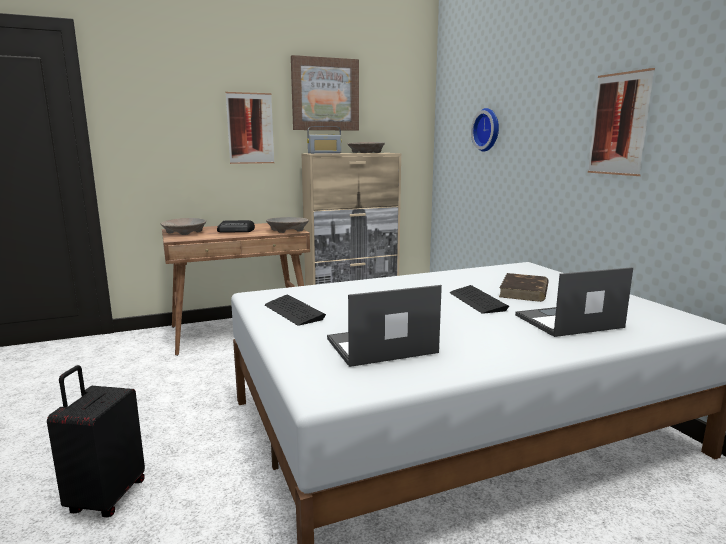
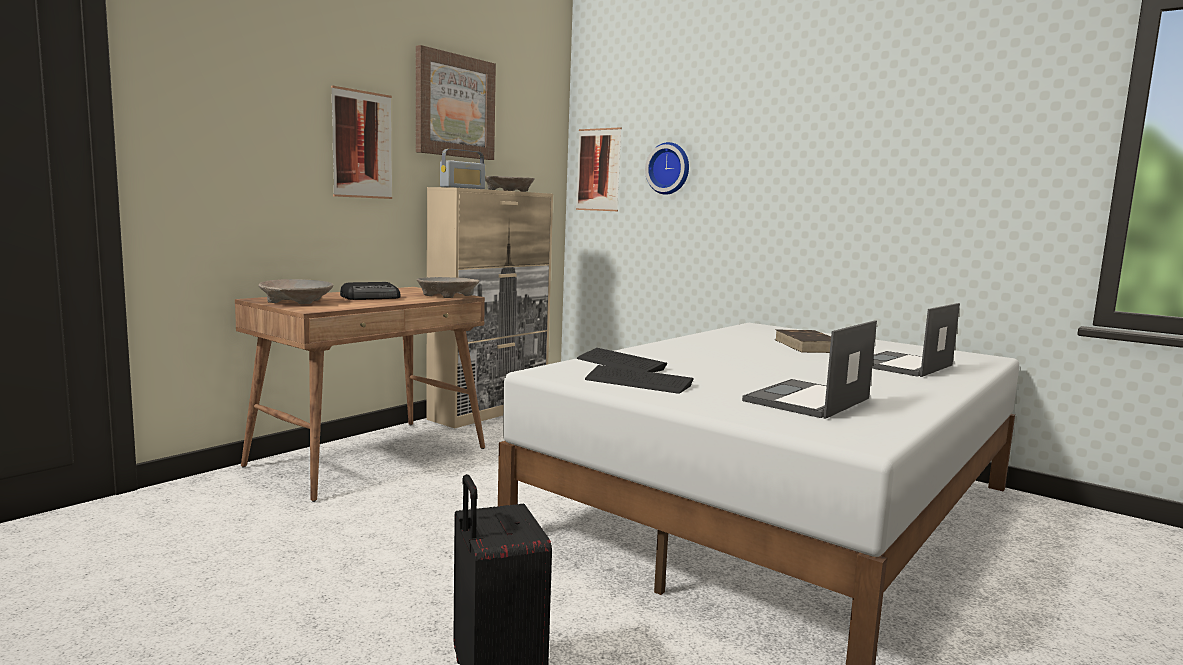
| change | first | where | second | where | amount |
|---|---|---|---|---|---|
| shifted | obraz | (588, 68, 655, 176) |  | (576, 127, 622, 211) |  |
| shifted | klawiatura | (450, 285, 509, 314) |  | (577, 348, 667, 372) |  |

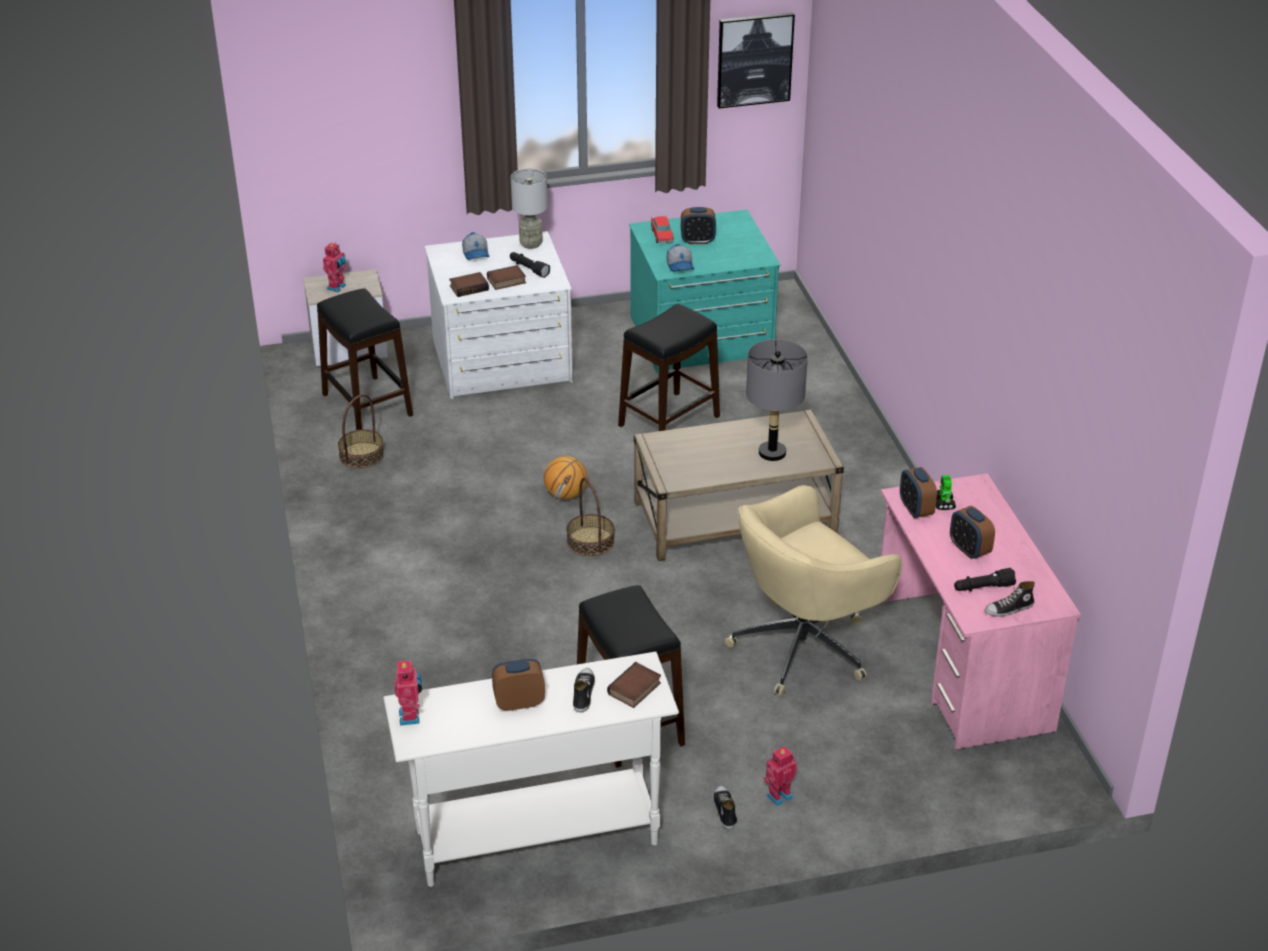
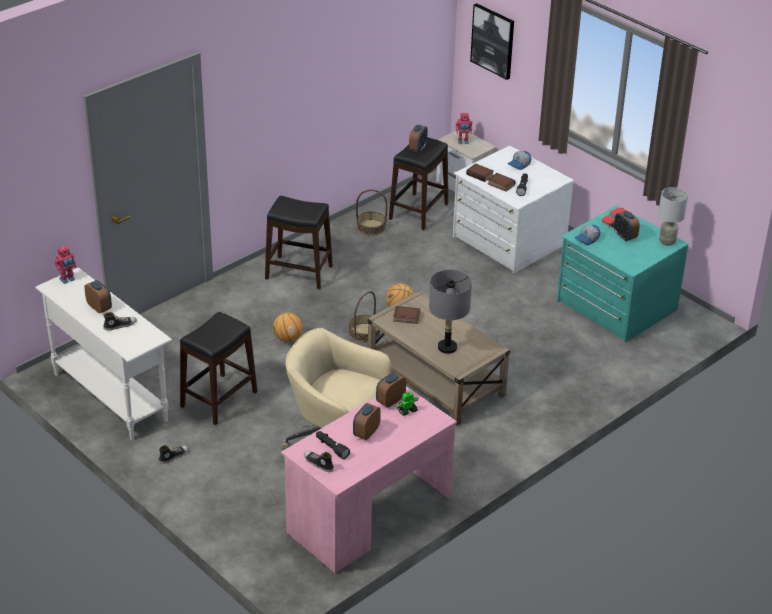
| change | first | where | second | where | amount |
|---|---|---|---|---|---|
| shifted | obraz | (717, 12, 795, 108) |  | (470, 3, 514, 80) |  |
| shifted | lampa stołowa (szary) | (511, 168, 548, 249) |  | (658, 187, 688, 246) |  |
| shifted | stołek (czarny) | (618, 304, 720, 431) |  | (265, 196, 333, 289) |  |
| shifted | książka | (607, 662, 661, 708) |  | (393, 306, 420, 324) |  |
| gone | robot zabawkowy | (763, 746, 798, 806) |  |  |  |
| new |  |  | budzik | (409, 125, 428, 153) |  |
| new |  |  | piłka do koszykówki | (273, 312, 303, 342) |  |

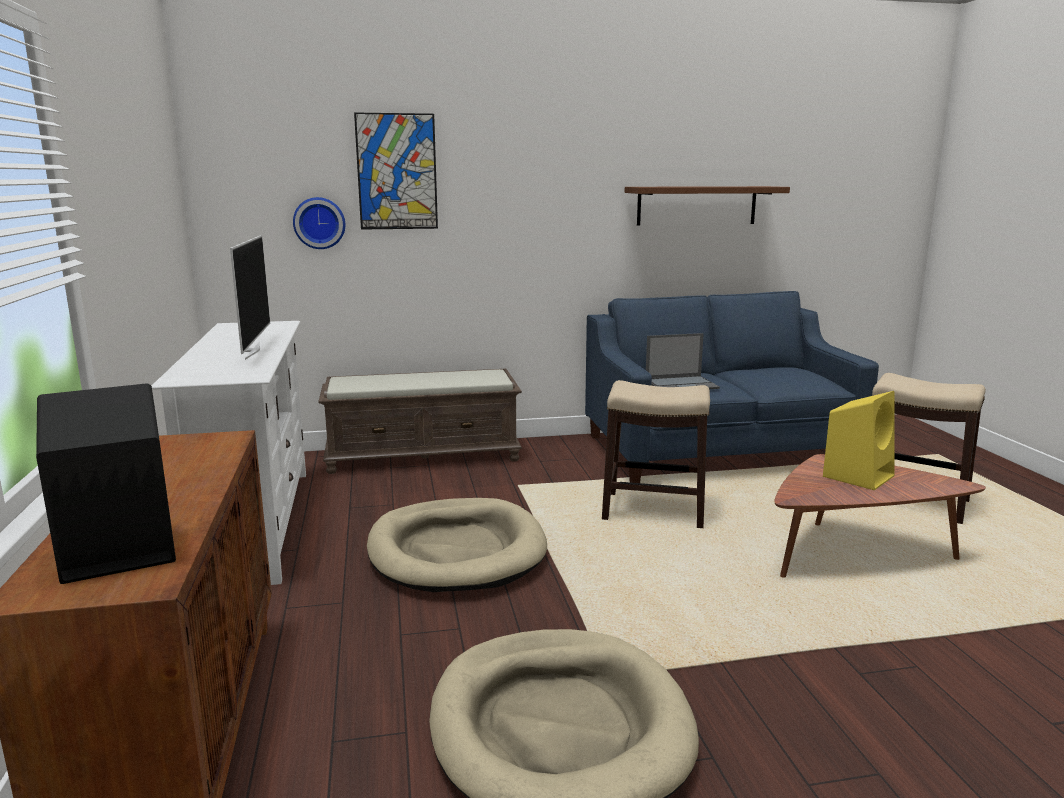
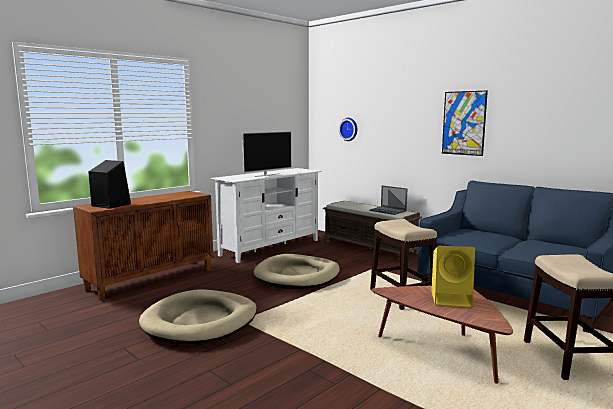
| change | first | where | second | where | amount |
|---|---|---|---|---|---|
| shifted | obraz | (354, 112, 438, 230) |  | (442, 91, 488, 156) |  |
| gone | półka (brązowy) | (625, 186, 790, 226) |  |  |  |
| shifted | laptop | (646, 333, 720, 389) |  | (369, 185, 408, 215) |  |

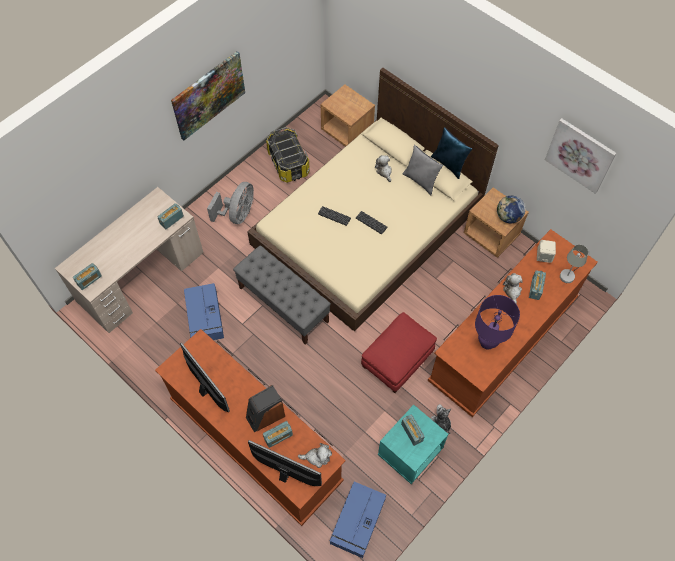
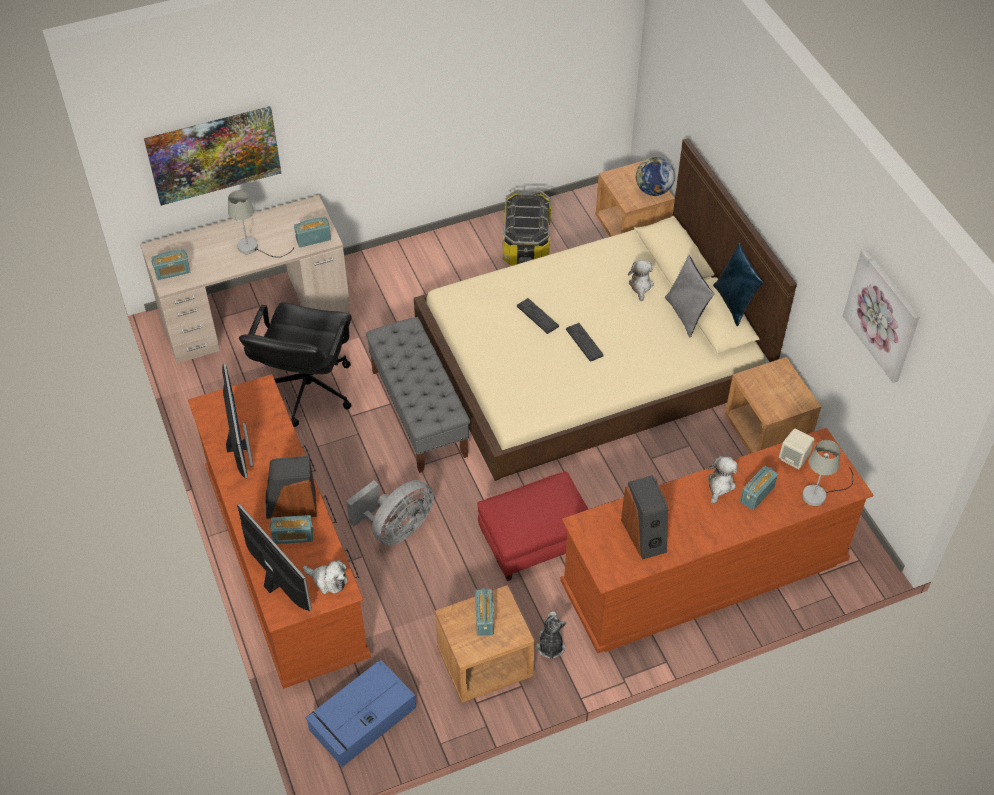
| change | first | where | second | where | amount |
|---|---|---|---|---|---|
| shifted | obraz | (171, 51, 245, 141) |  | (144, 106, 281, 205) |  |
| shifted | wentylator (szary) | (207, 182, 254, 224) |  | (346, 480, 434, 545) |  |
| shifted | globus | (497, 196, 526, 223) |  | (636, 157, 675, 196) |  |
| swapped | pojemnik do przechowywania (niebieski) | (184, 283, 224, 340) | krzesło biurowe (czarny) | (239, 302, 351, 427) |  |
| swapped | lampa stołowa (fioletowy) | (475, 295, 520, 350) | głośnik | (621, 475, 668, 560) |  |
| repainted | szafka nocna (turkusowy) | (378, 405, 448, 484) | szafka nocna (brązowy) | (435, 585, 535, 703) |  |
| new |  |  | lampa stołowa (szary) | (228, 190, 294, 258) |  |

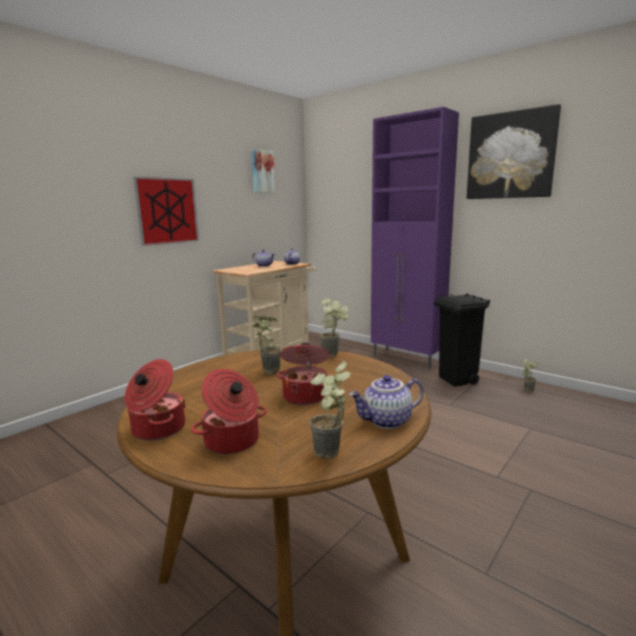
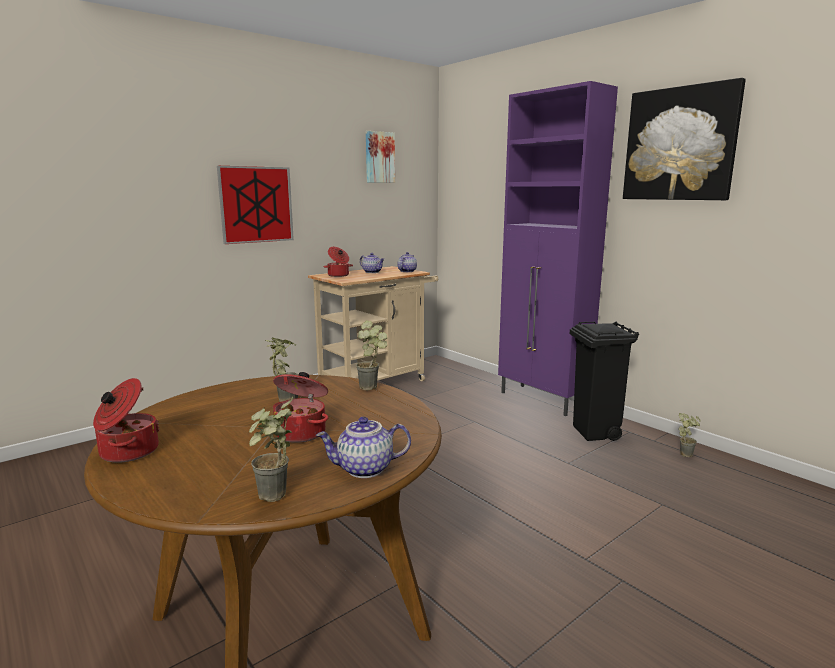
| change | first | where | second | where | amount |
|---|---|---|---|---|---|
| shifted | garnek | (191, 369, 267, 454) |  | (323, 247, 353, 277) |  |

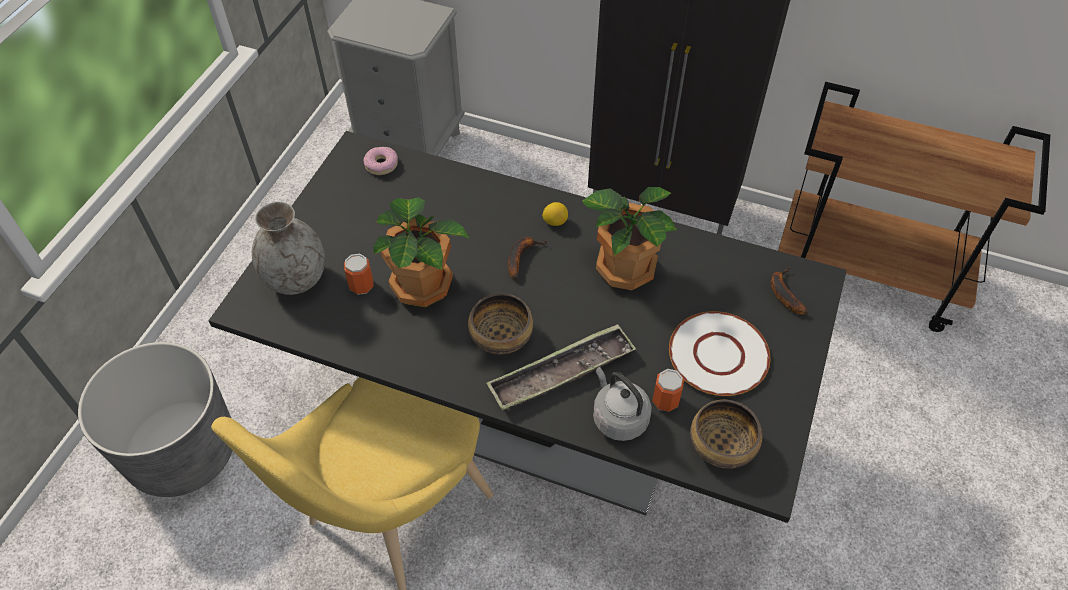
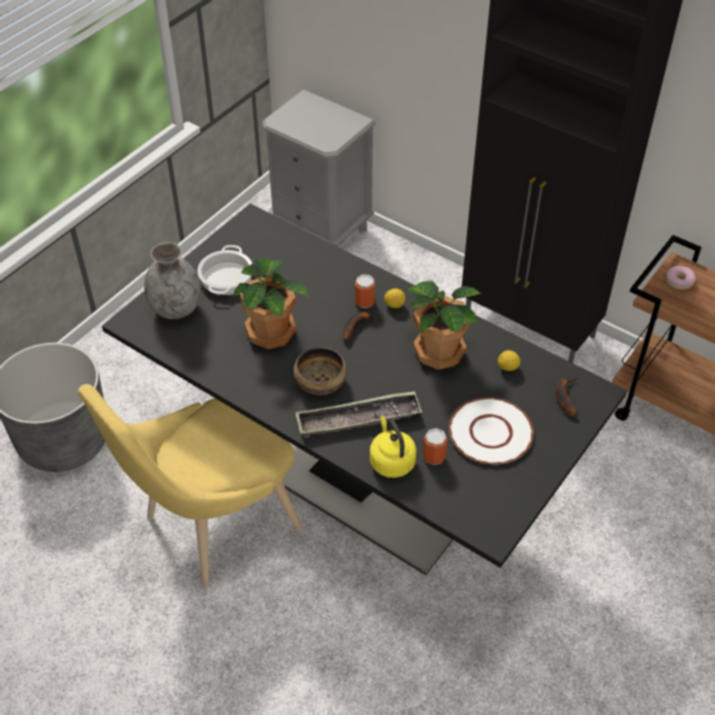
| change | first | where | second | where | amount |
|---|---|---|---|---|---|
| shifted | donut | (364, 147, 398, 175) |  | (666, 266, 696, 290) |  |
| shifted | puszka | (344, 254, 374, 295) |  | (355, 274, 375, 308) |  |
| repainted | czajnik (szary) | (593, 367, 652, 441) | czajnik (żółty) | (370, 416, 416, 478) |  |
| gone | miska | (690, 400, 762, 469) |  |  |  |
| new |  |  | garnek | (198, 245, 252, 295) |  |
| new |  |  | cytryna | (498, 350, 520, 371) |  |

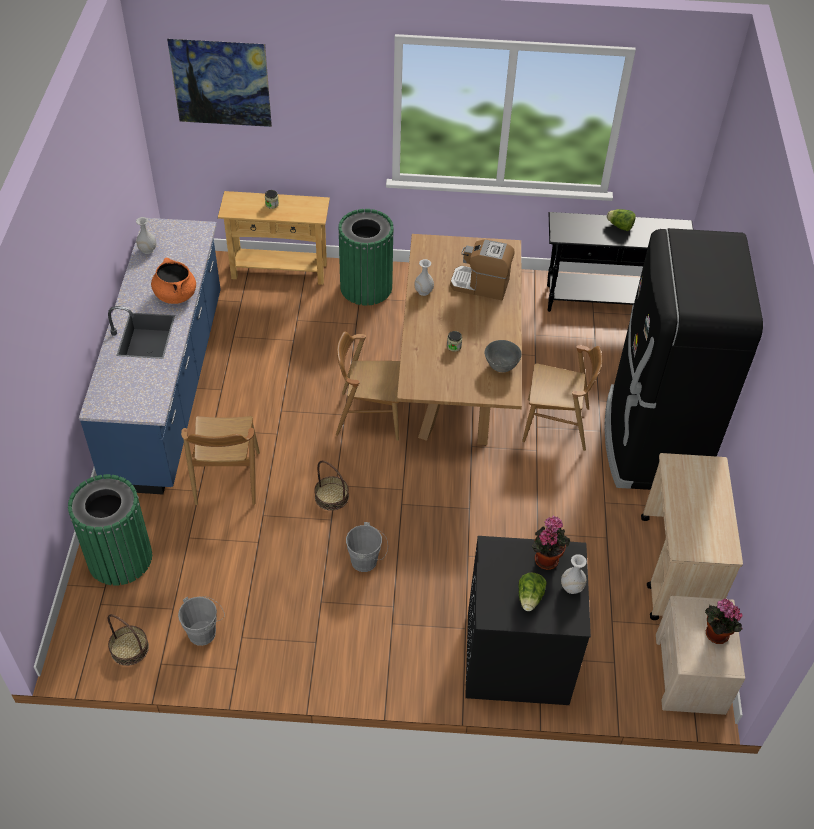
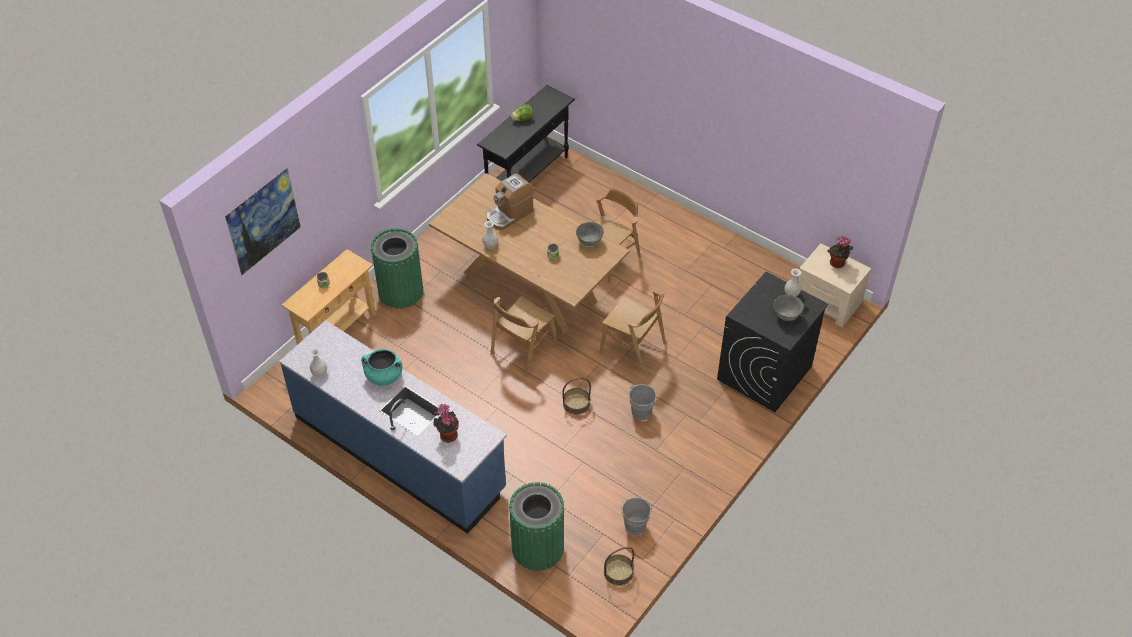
| change | first | where | second | where | amount |
|---|---|---|---|---|---|
| gone | lodówka (czarny) | (604, 228, 763, 490) |  |  |  |
| repainted | garnek (pomarańczowy) | (151, 258, 196, 304) | garnek (turkusowy) | (361, 349, 402, 386) |  |
| shifted | krzesło (brązowy) | (181, 416, 260, 505) |  | (600, 289, 666, 373) |  |
| gone | wózek (beżowy) | (641, 453, 743, 620) |  |  |  |
| shifted | roślina doniczkowa | (532, 516, 570, 570) |  | (433, 404, 459, 443) |  |
| swapped | sałata | (519, 573, 547, 611) | miska (szary) | (774, 295, 804, 321) |  |

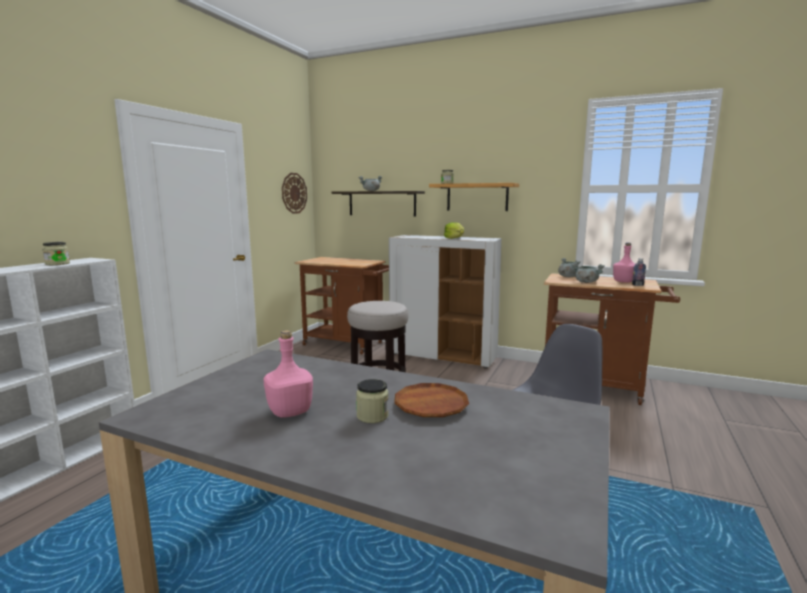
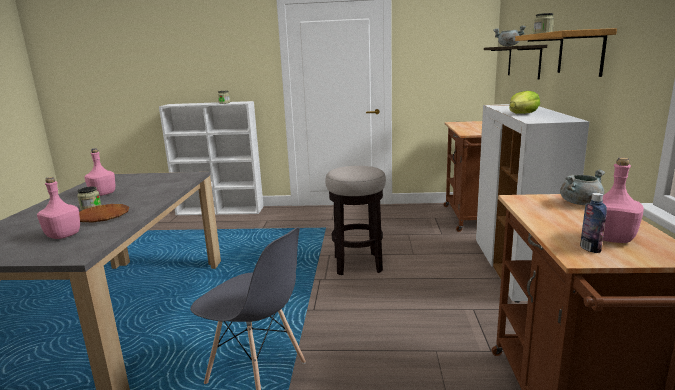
| change | first | where | second | where | amount |
|---|---|---|---|---|---|
| gone | zegar ścienny | (282, 173, 307, 214) |  |  |  |
| gone | garnek (szary) | (572, 263, 605, 283) |  |  |  |
| new |  |  | butelka (różowy) | (37, 177, 80, 239) |  |

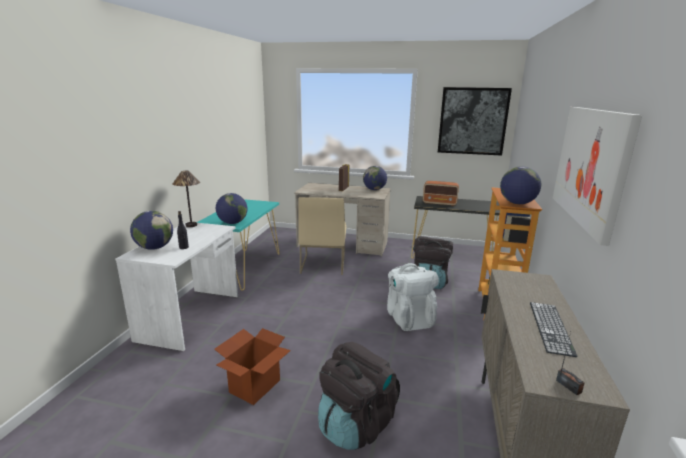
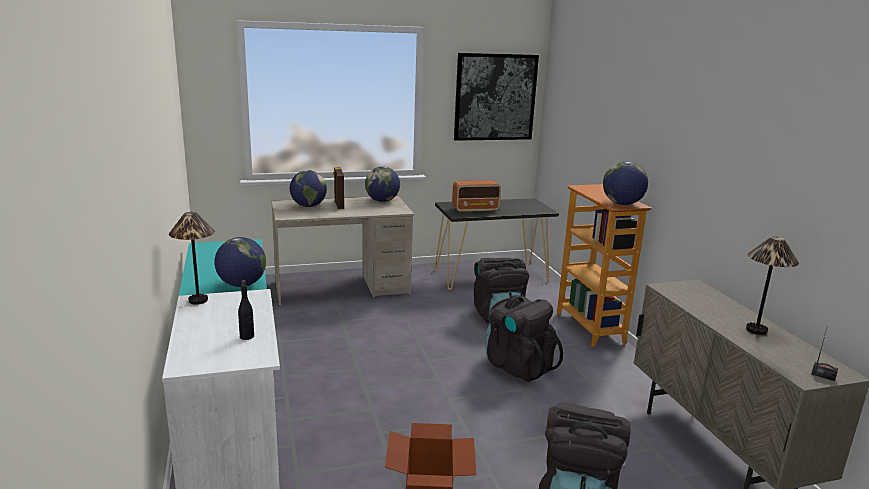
| change | first | where | second | where | amount |
|---|---|---|---|---|---|
| gone | obraz | (553, 107, 642, 246) |  |  |  |
| gone | krzesło (beżowy) | (298, 197, 346, 275) |  |  |  |
| shifted | globus | (130, 211, 173, 250) |  | (290, 170, 327, 207) |  |
| repainted | plecak (biały) | (387, 263, 439, 331) | plecak (czarny) | (485, 295, 563, 382) |  |
| swapped | klawiatura | (530, 302, 578, 357) | lampa stołowa | (746, 236, 799, 335) |  |

